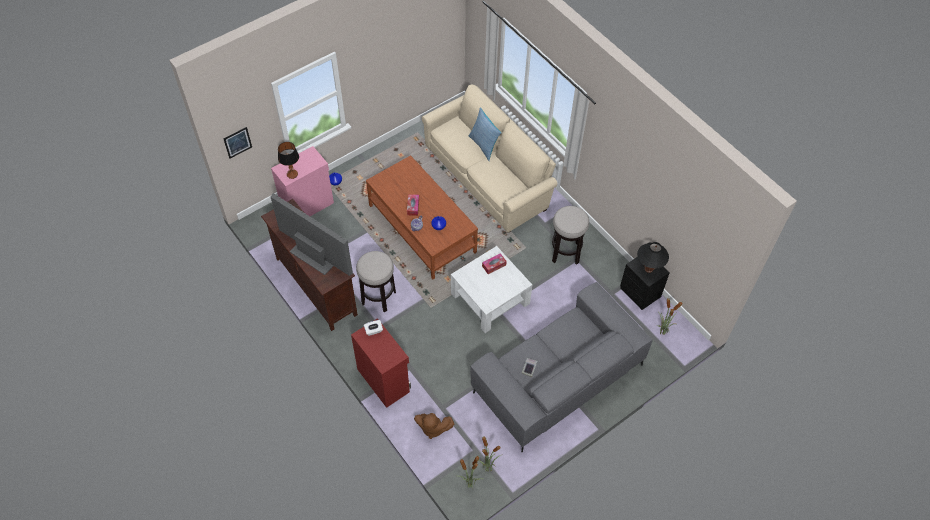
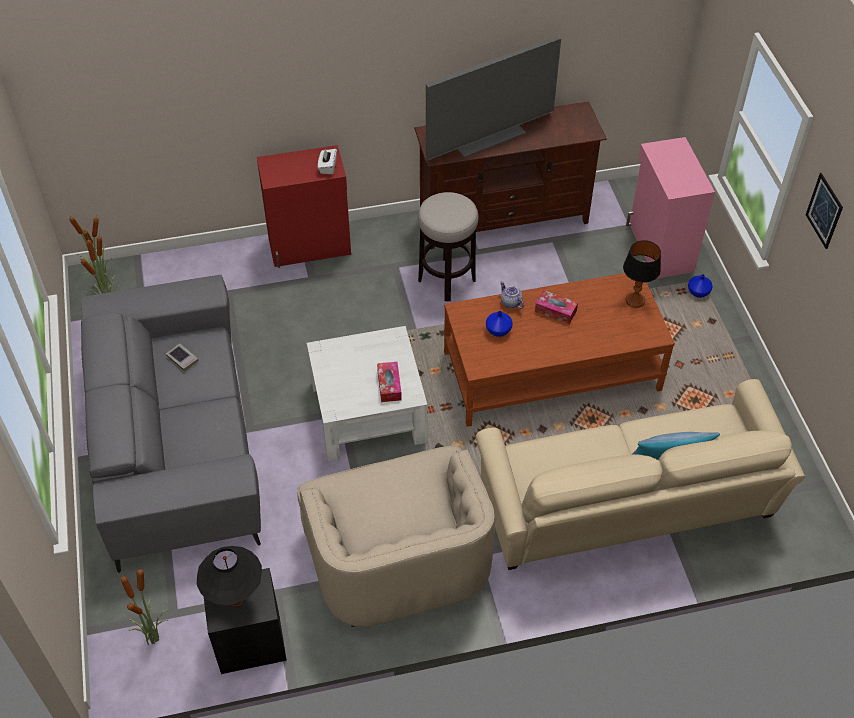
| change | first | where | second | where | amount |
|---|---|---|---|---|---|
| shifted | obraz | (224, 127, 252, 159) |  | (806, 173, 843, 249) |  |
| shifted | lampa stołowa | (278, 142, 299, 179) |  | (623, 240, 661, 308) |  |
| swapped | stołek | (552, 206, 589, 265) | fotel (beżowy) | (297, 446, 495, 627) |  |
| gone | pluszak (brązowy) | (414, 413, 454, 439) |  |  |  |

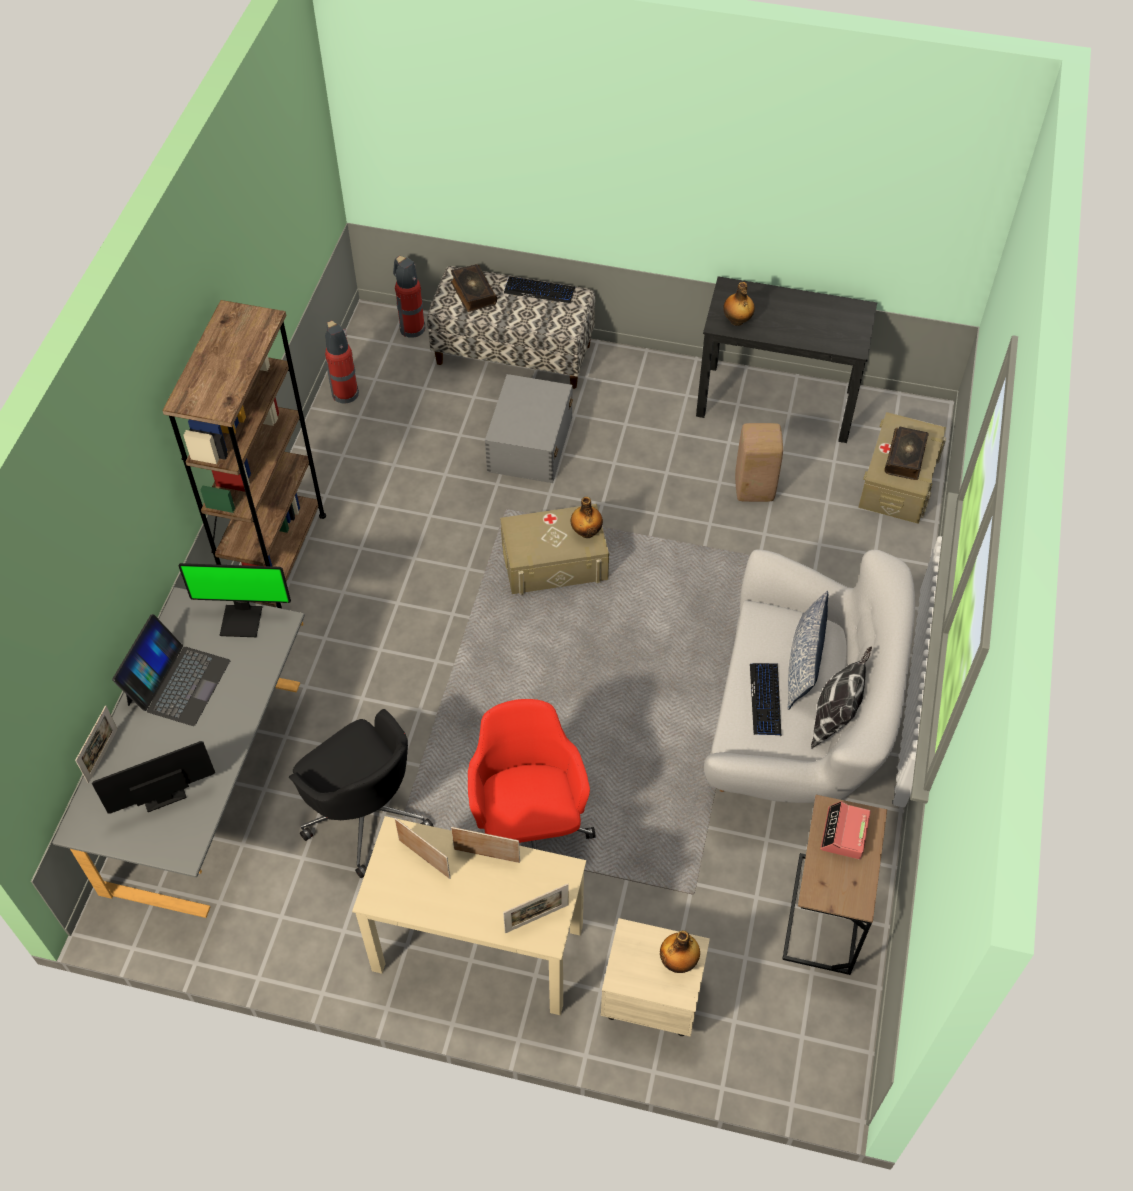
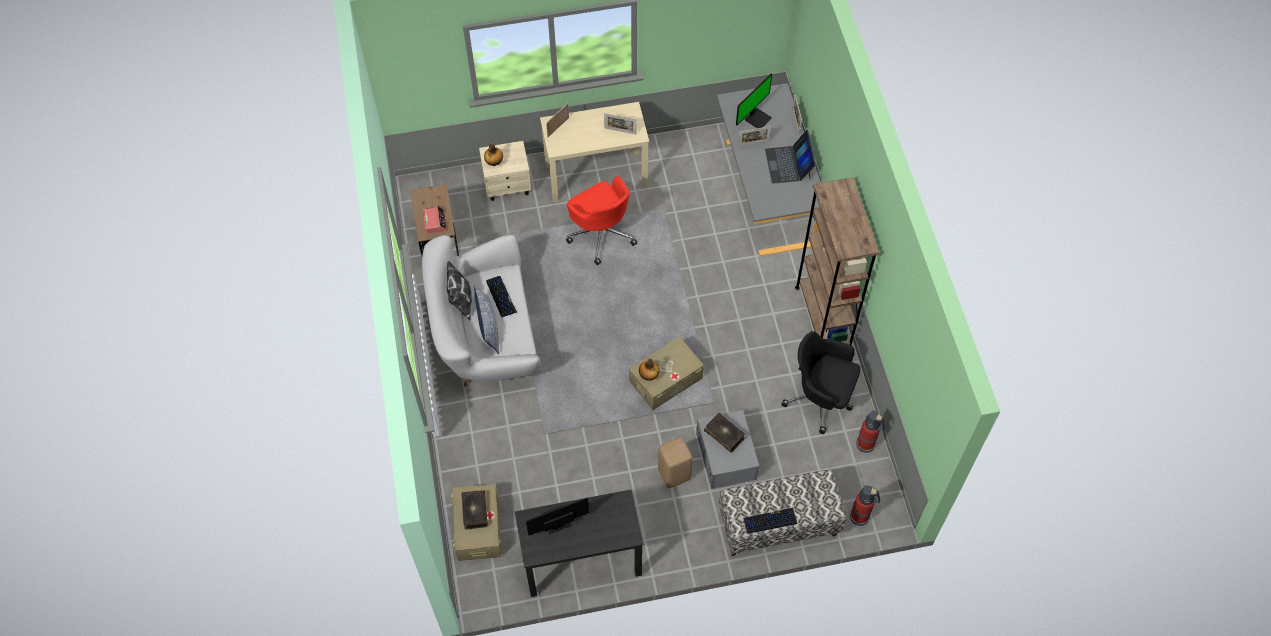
| change | first | where | second | where | amount |
|---|---|---|---|---|---|
| shifted | książka | (451, 264, 497, 312) |  | (704, 413, 745, 453) |  |
| gone | butelka | (723, 282, 755, 326) |  |  |  |
| shifted | stołek (beżowy) | (735, 423, 783, 502) |  | (658, 437, 693, 488) |  |
| shifted | monitor | (179, 563, 291, 637) |  | (526, 498, 589, 536) |  |
| shifted | krzesło biurowe (czarny) | (289, 709, 434, 879) |  | (781, 331, 860, 434) |  |
| shifted | ramka na zdjęcie | (451, 827, 520, 863) |  | (738, 126, 772, 147) |  |

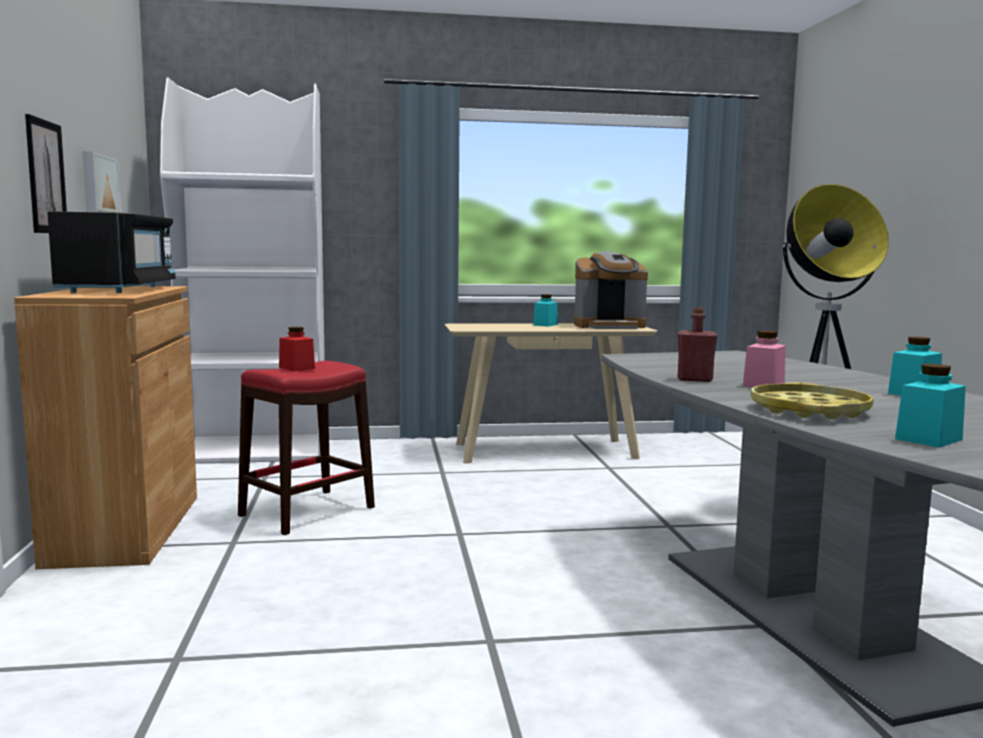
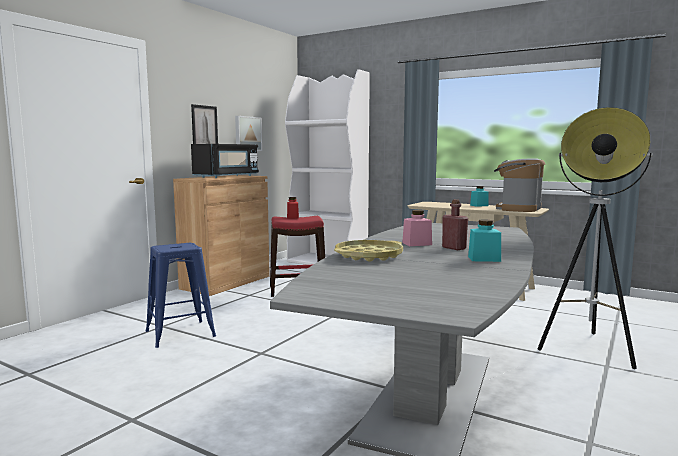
| change | first | where | second | where | amount |
|---|---|---|---|---|---|
| rotated | ekspres do kawy | (574, 251, 648, 329) |  | (494, 158, 546, 212) | 90 degrees clockwise |
| shifted | butelka (czerwony) | (678, 307, 718, 382) |  | (442, 199, 468, 250) |  |
| gone | słoik (turkusowy) | (895, 364, 966, 448) |  |  |  |
| new |  |  | stołek (niebieski) | (145, 243, 216, 348) |  |

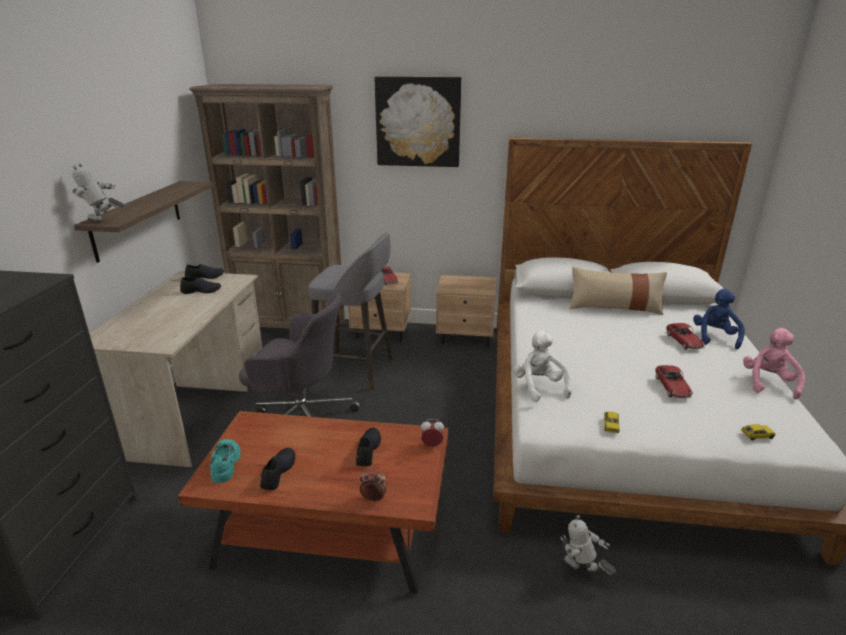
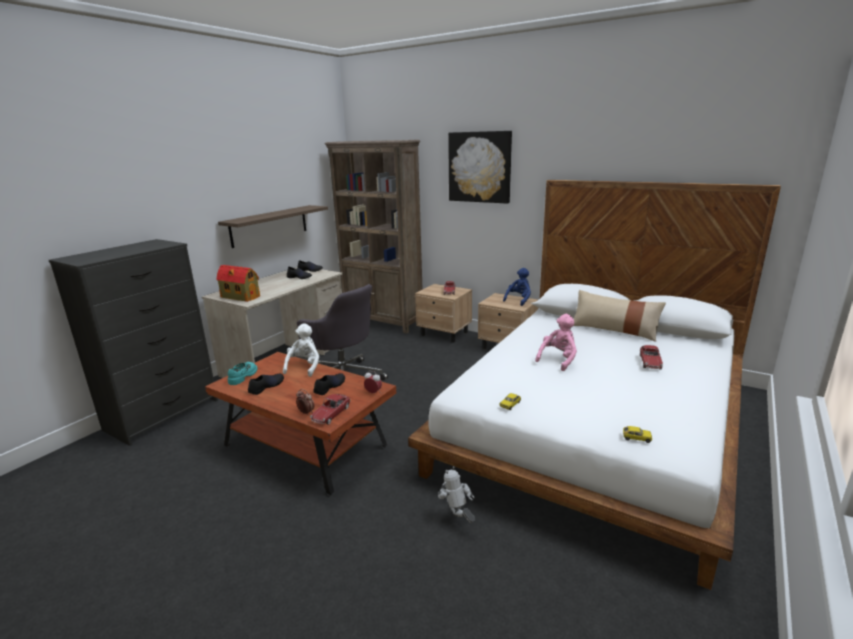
| change | first | where | second | where | amount |
|---|---|---|---|---|---|
| gone | robot zabawkowy | (72, 163, 124, 223) |  |  |  |
| gone | stołek (szary) | (308, 232, 392, 391) |  |  |  |
| shifted | pluszak (niebieski) | (693, 289, 745, 349) |  | (503, 268, 531, 306) |  |
| shifted | pluszak (różowy) | (743, 328, 805, 400) |  | (535, 314, 577, 371) |  |
| shifted | pluszak (biały) | (513, 330, 572, 402) |  | (283, 323, 319, 377) |  |
| shifted | samochodzik | (655, 365, 693, 398) |  | (310, 394, 351, 425) |  |
| new |  |  | domek | (216, 265, 260, 302) |  |

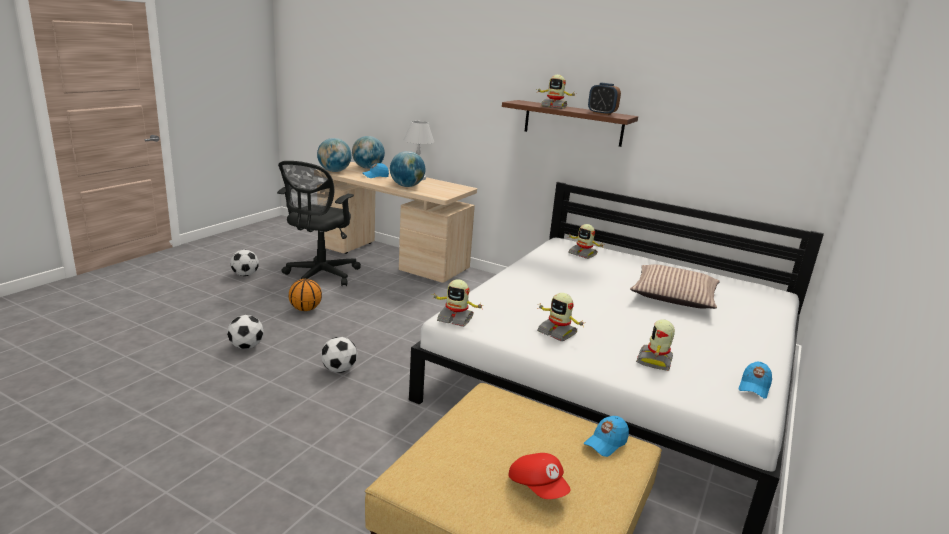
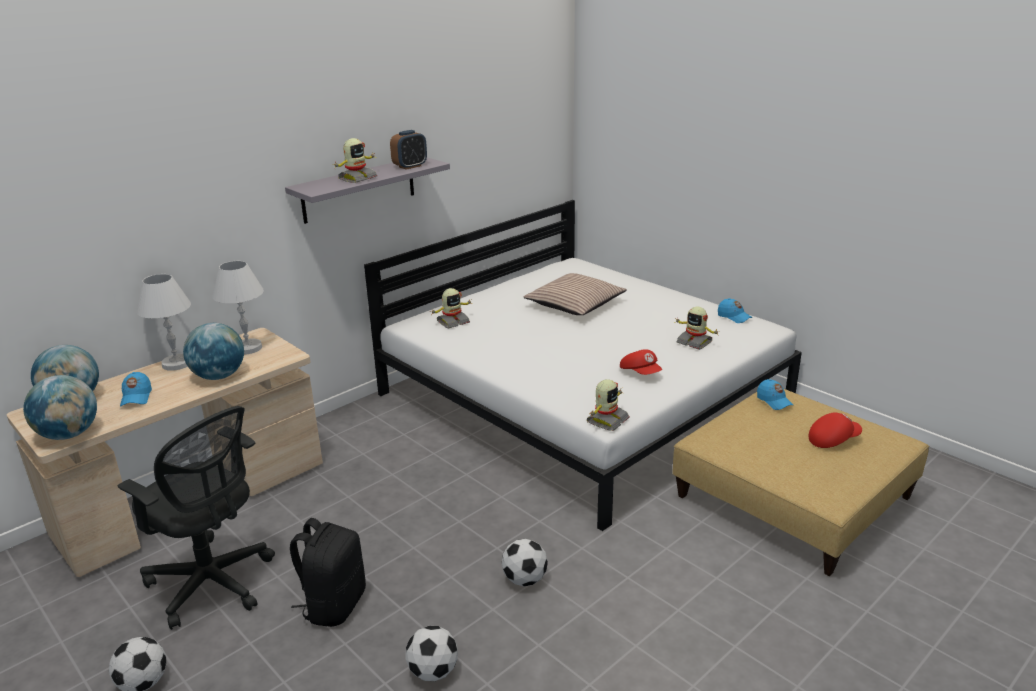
| change | first | where | second | where | amount |
|---|---|---|---|---|---|
| repainted | półka (brązowy) | (502, 100, 638, 147) | półka (szary) | (285, 158, 450, 224) |  |
| swapped | piłka do koszykówki | (289, 279, 322, 311) | plecak (czarny) | (290, 518, 366, 627) |  |
| swapped | robot zabawkowy | (537, 293, 584, 341) | czapka z daszkiem (czerwony) | (620, 349, 662, 375) |  |
| new |  |  | lampa stołowa (biały) | (212, 261, 264, 354) |  |

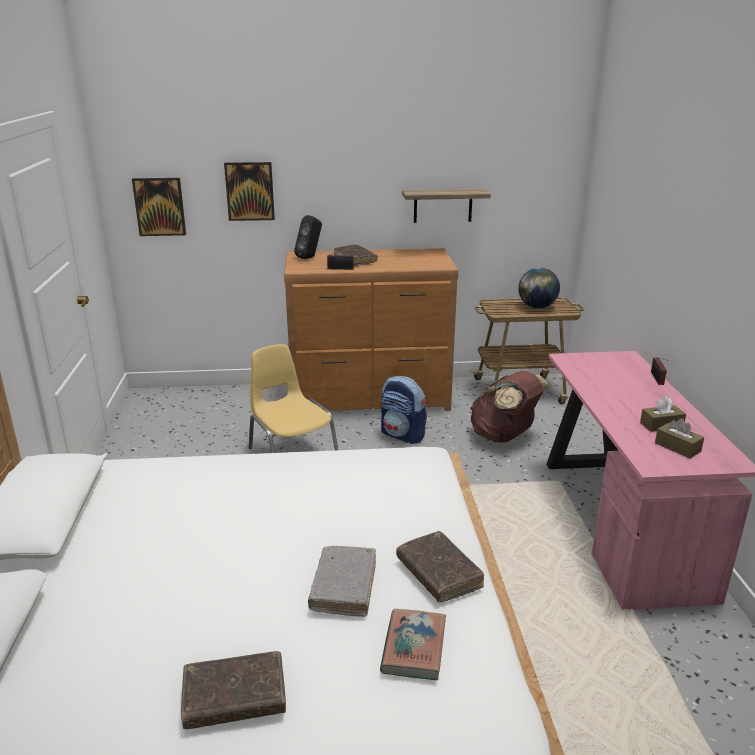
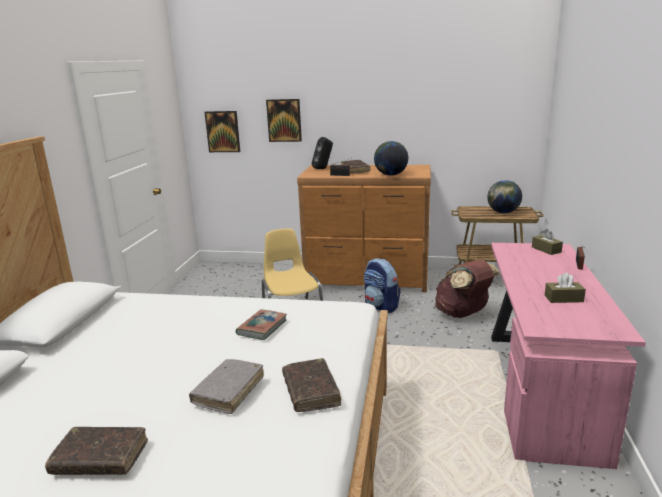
| change | first | where | second | where | amount |
|---|---|---|---|---|---|
| gone | półka | (402, 189, 491, 223) |  |  |  |
| shifted | pudełko chusteczek (brązowy) | (655, 418, 704, 458) |  | (532, 229, 563, 255) |  |
| shifted | książka | (380, 609, 446, 680) |  | (236, 309, 287, 340) |  |
| new |  |  | globus | (374, 141, 408, 176) |  |

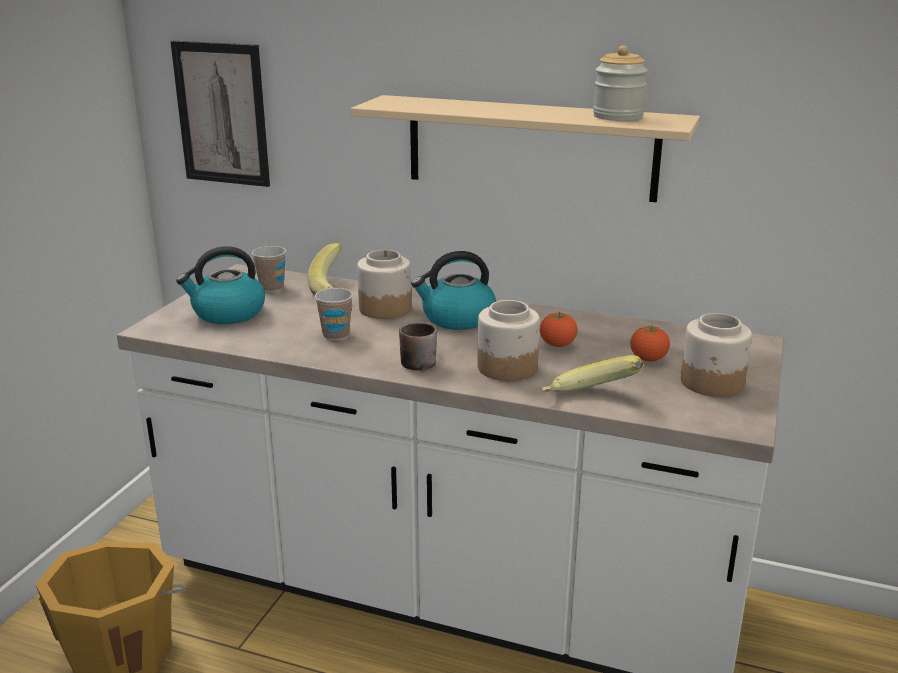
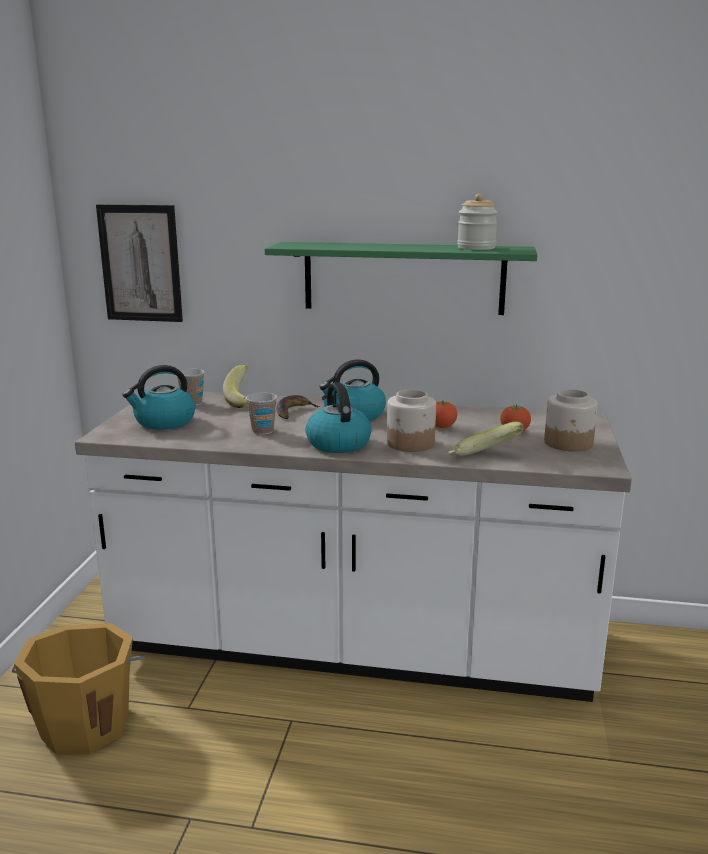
| change | first | where | second | where | amount |
|---|---|---|---|---|---|
| repainted | półka (beżowy) | (351, 95, 700, 202) | półka (zielony) | (265, 242, 537, 315) |  |
| swapped | słoik | (357, 250, 411, 319) | banan | (276, 395, 320, 419) |  |
| swapped | kubek (brązowy) | (399, 322, 437, 371) | czajnik | (305, 383, 372, 453) |  |

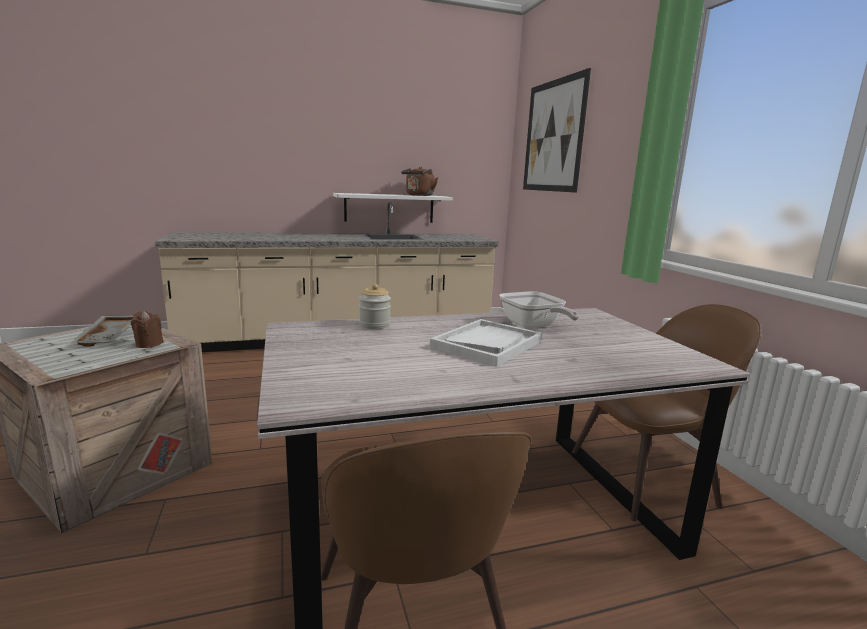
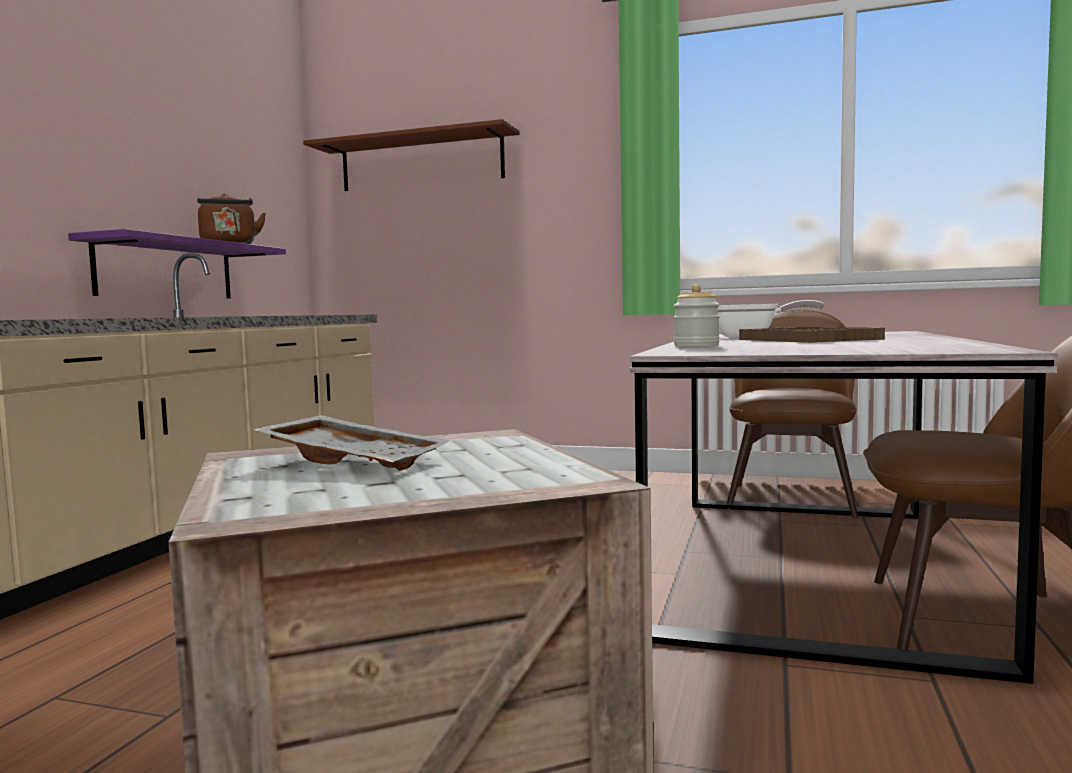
| change | first | where | second | where | amount |
|---|---|---|---|---|---|
| swapped | obraz | (523, 68, 591, 193) | półka (brązowy) | (303, 119, 520, 191) |  |
| repainted | półka (biały) | (333, 193, 453, 223) | półka (fioletowy) | (68, 229, 286, 298) |  |
| gone | świeca (brązowy) | (131, 311, 164, 348) |  |  |  |
| repainted | taca (biały) | (430, 319, 542, 367) | taca (brązowy) | (739, 327, 885, 343) |  |

